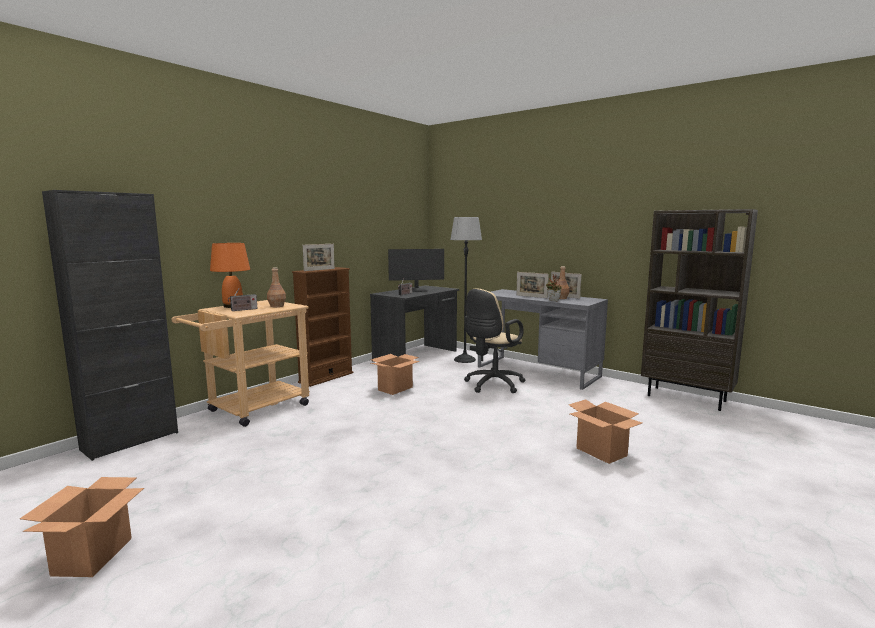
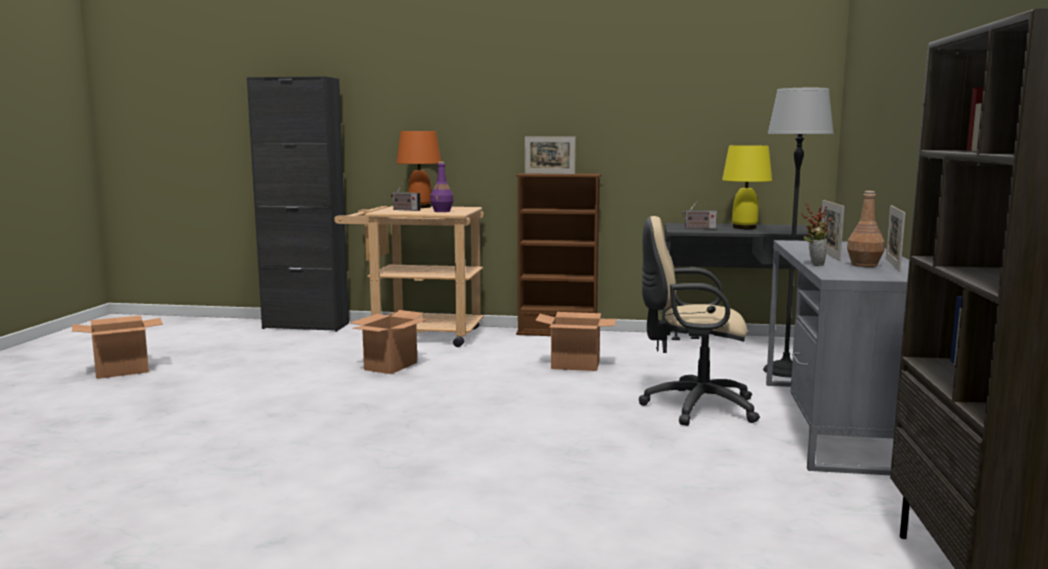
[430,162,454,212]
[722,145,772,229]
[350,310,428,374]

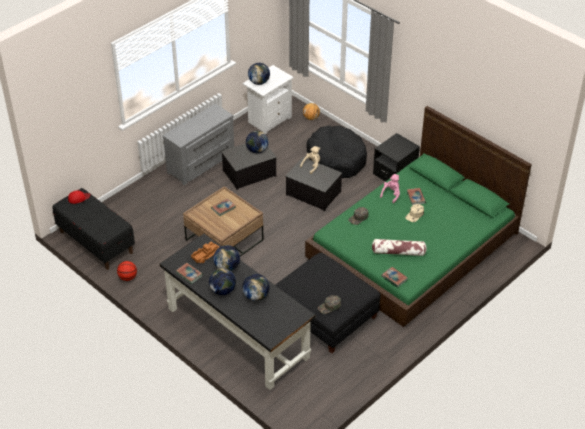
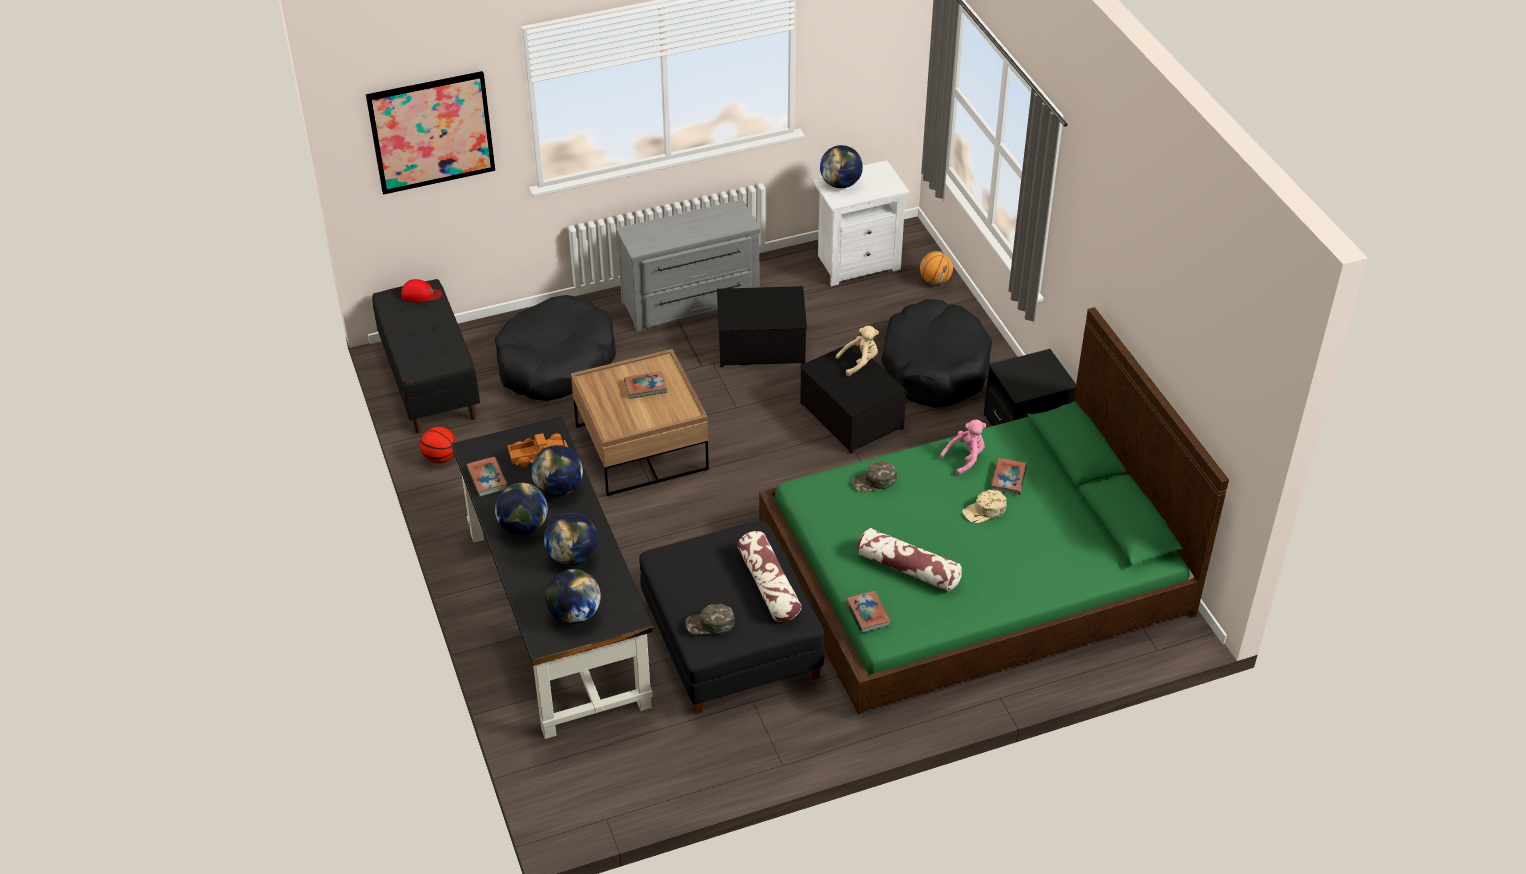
[546,569,601,624]
[366,71,495,195]
[495,295,616,401]
[737,531,802,622]

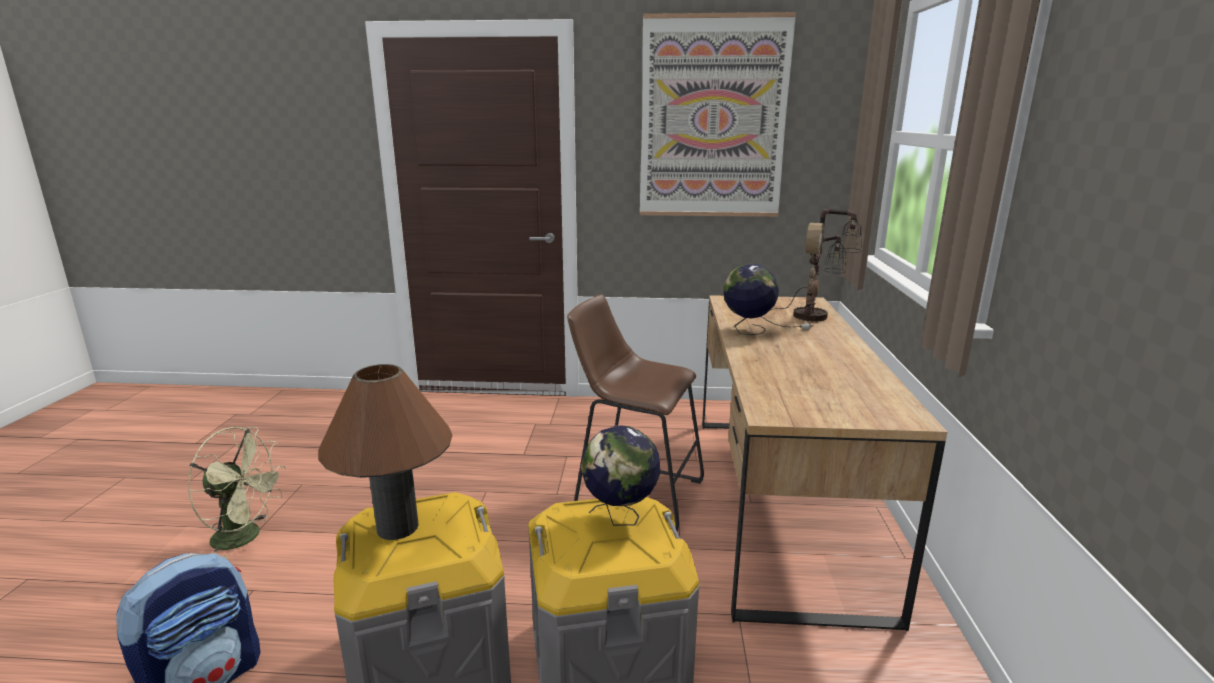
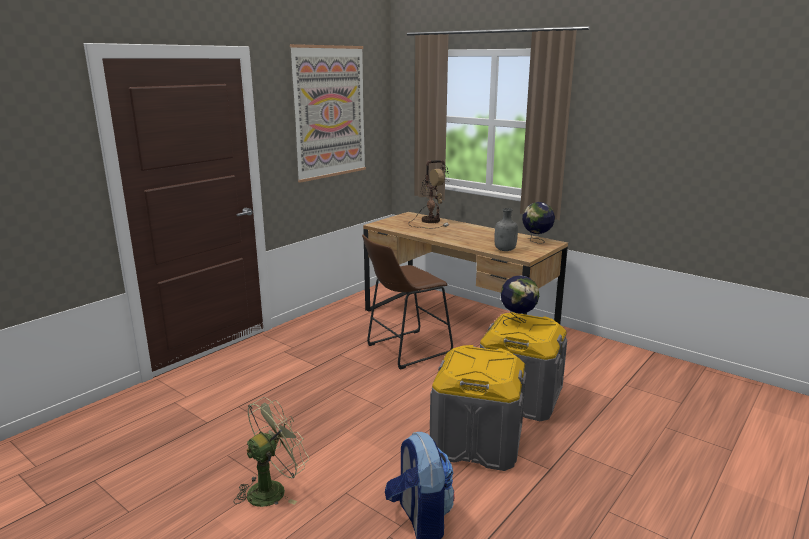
[318,364,452,540] (first image)
[522,202,555,244]
[494,208,518,251]

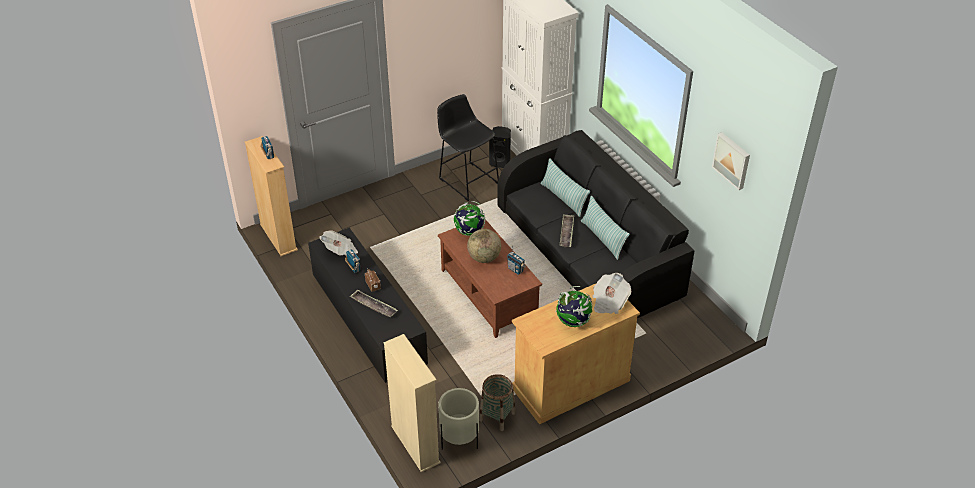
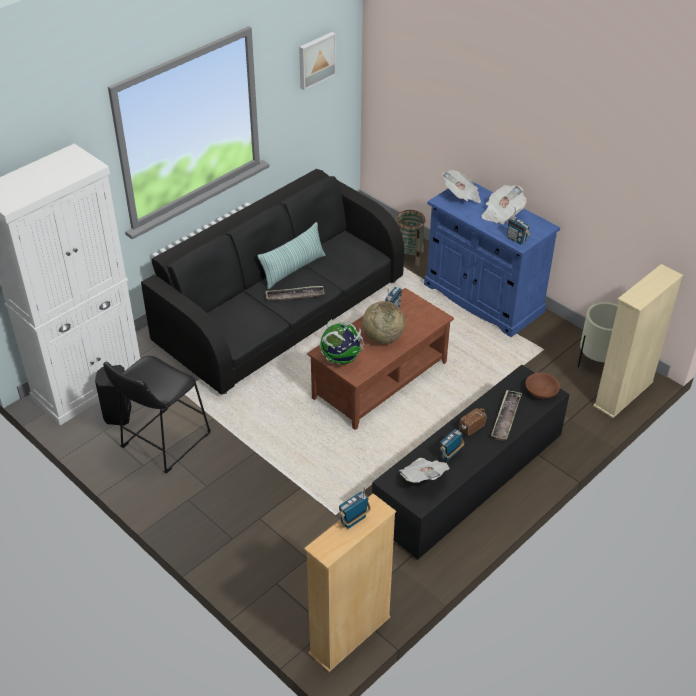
[396,210,425,266]
[424,180,560,337]
[541,158,590,217] (first image)
[481,185,526,224]
[507,207,530,245]
[526,372,560,399]

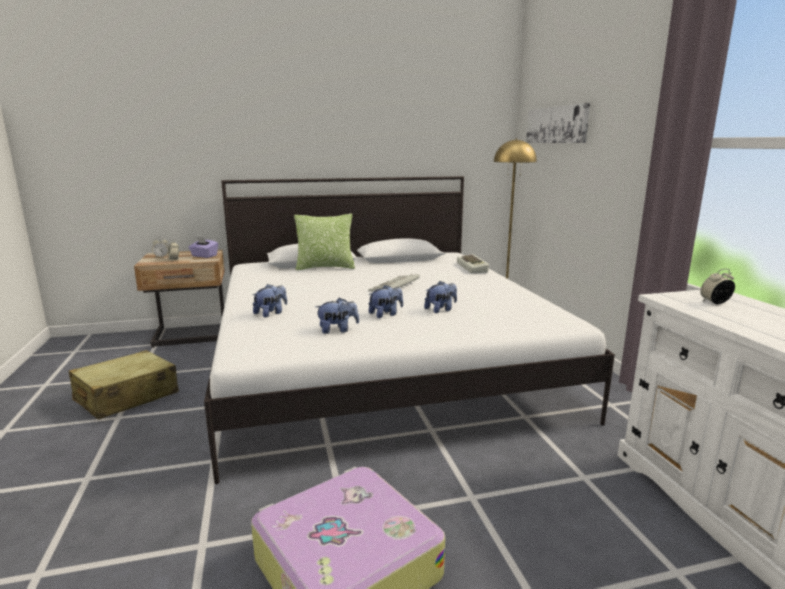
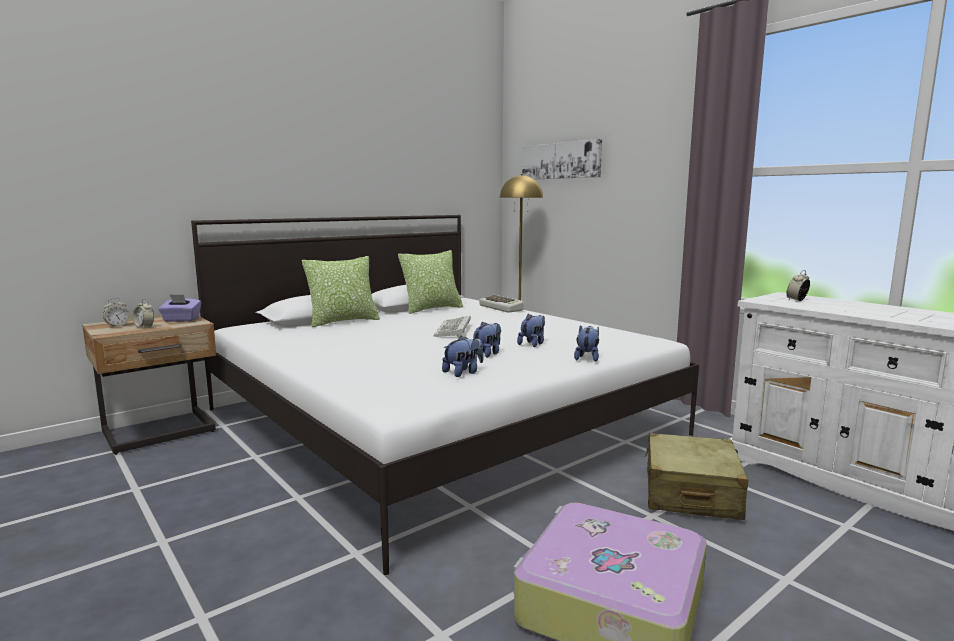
[644,433,749,520]
[574,325,599,362]
[398,250,463,314]

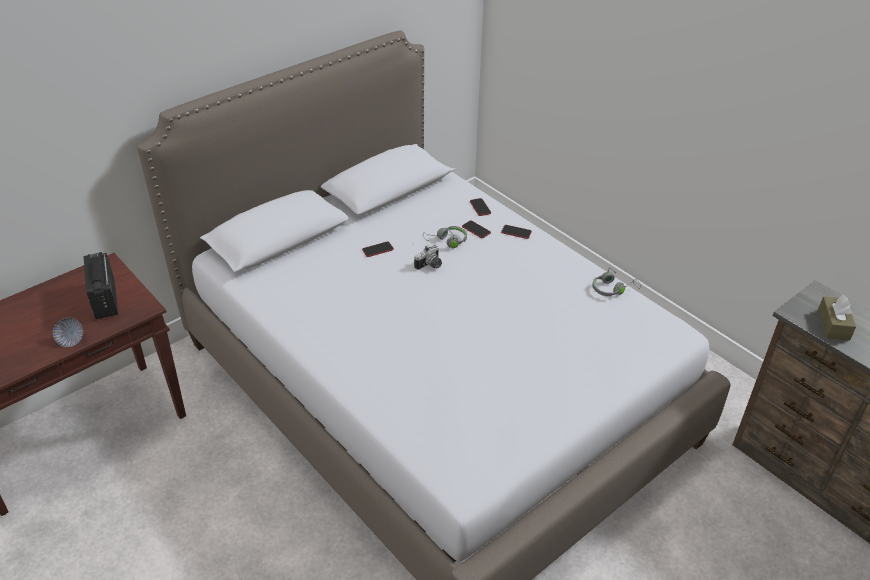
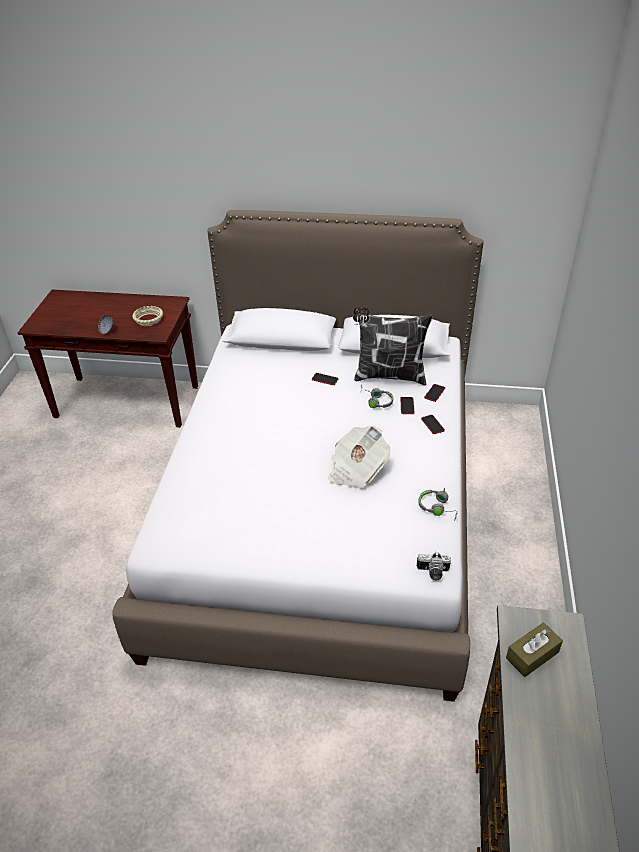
[132,306,163,326]
[417,552,451,580]
[329,426,390,489]
[353,306,432,386]

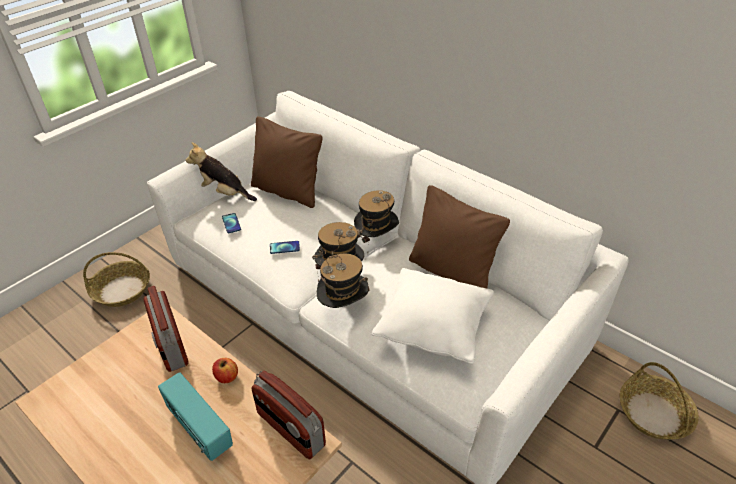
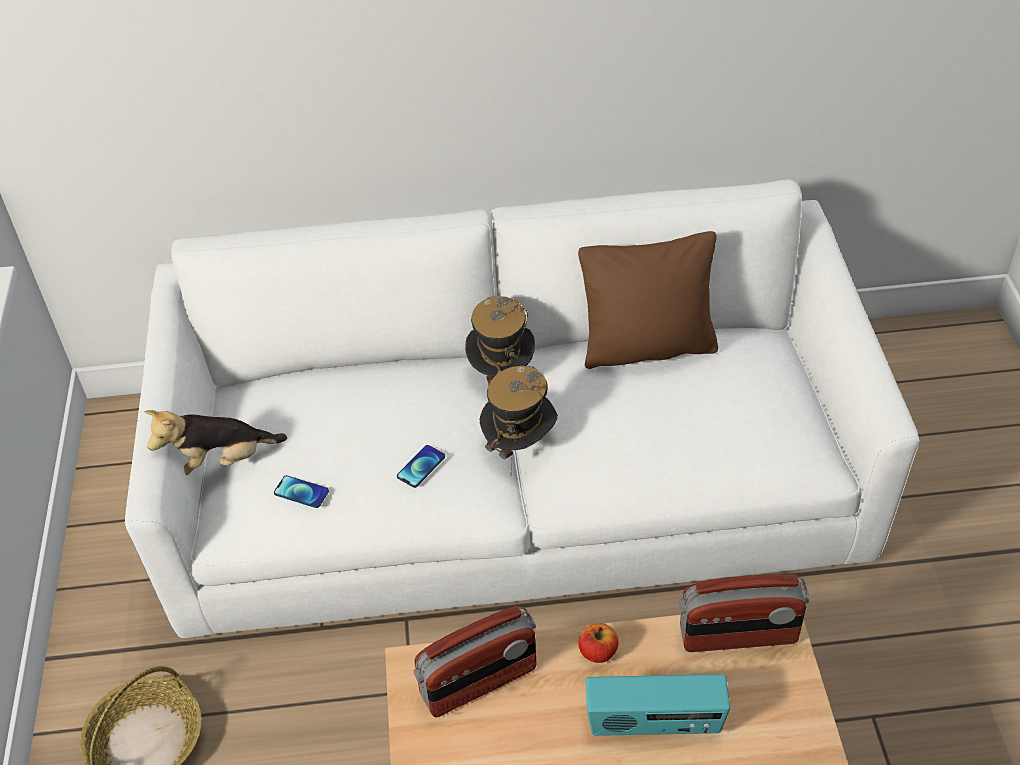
[413,606,536,717]
[251,116,323,208] (first image)
[317,251,370,308] (first image)
[372,268,494,364] (first image)
[620,362,699,439] (first image)

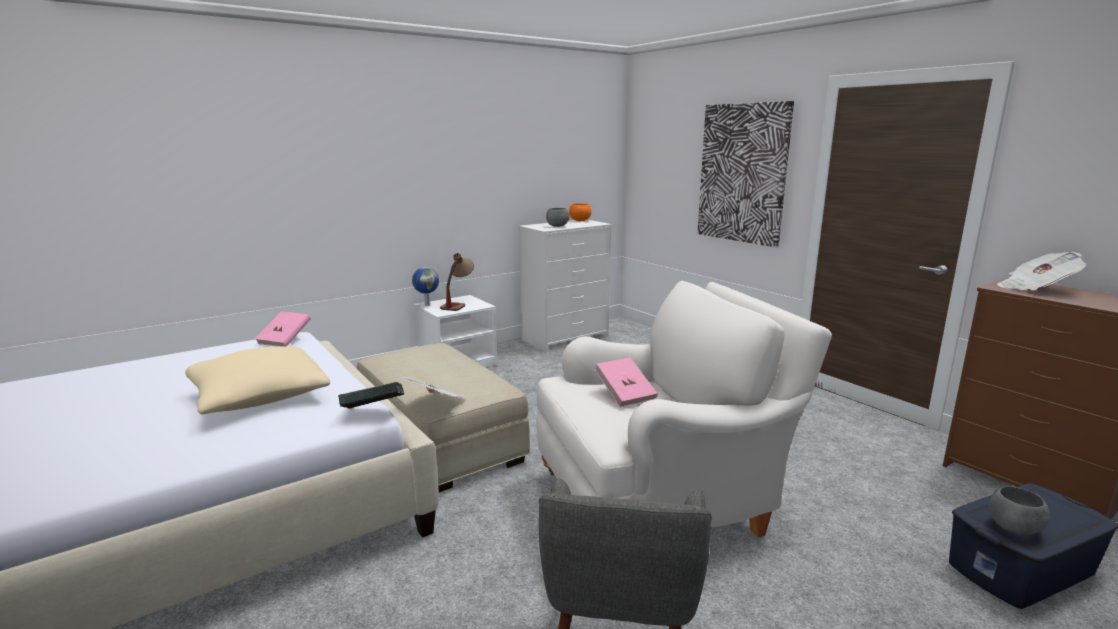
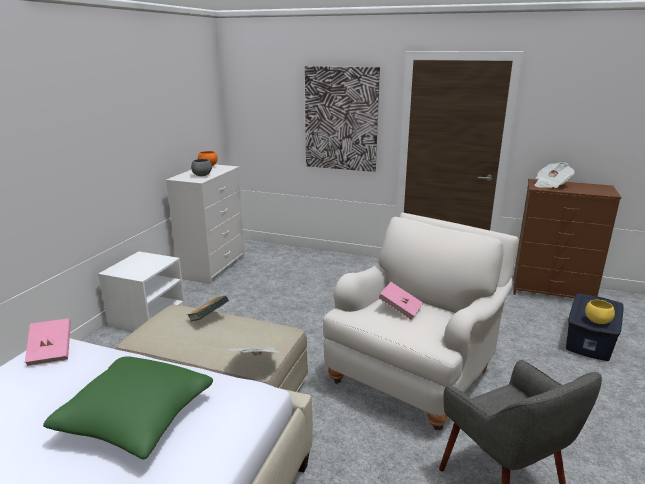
[43,356,213,459]
[187,295,229,322]
[412,267,439,306] (first image)
[440,253,474,311] (first image)
[585,300,615,324]

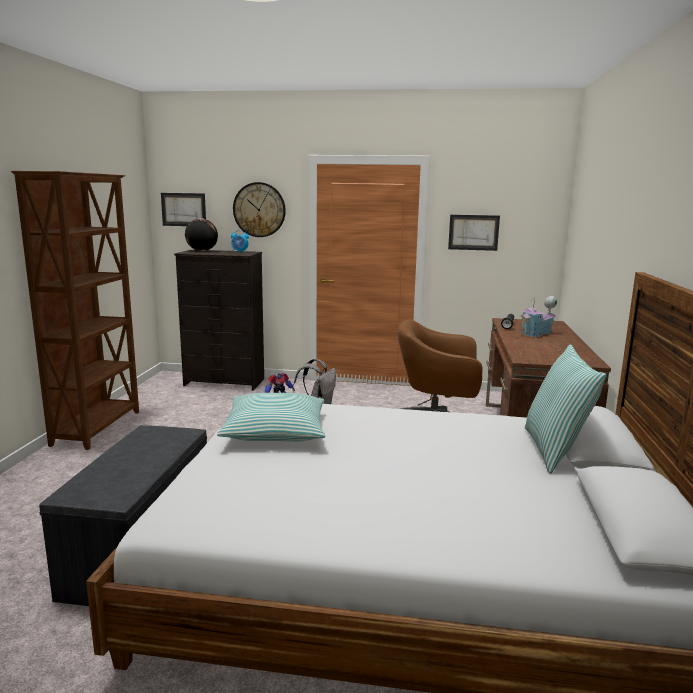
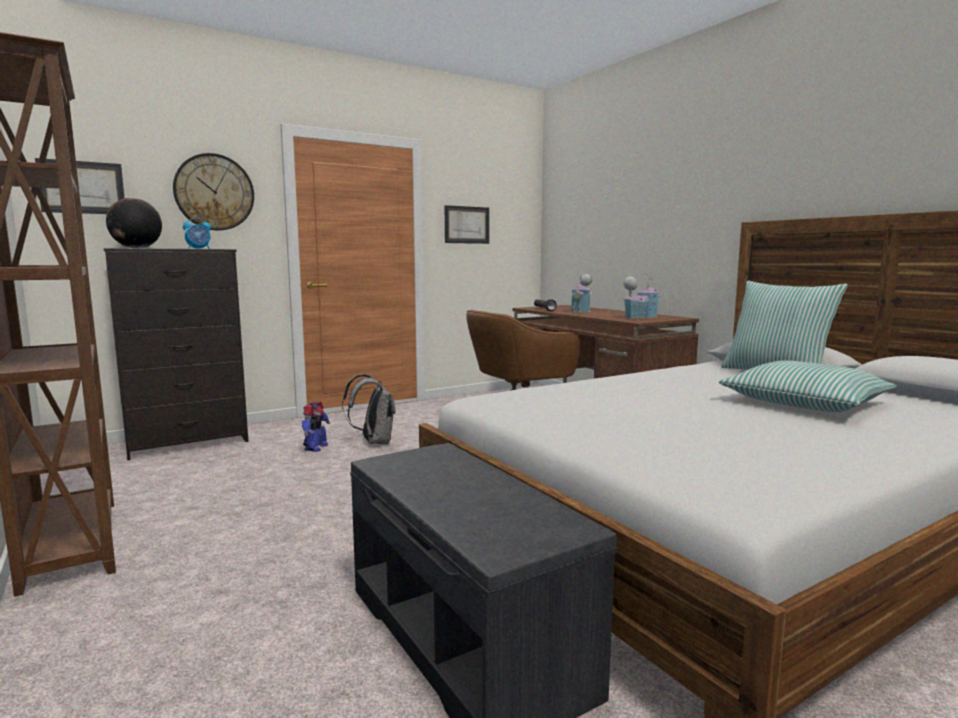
[719,360,897,412]
[622,274,661,319]

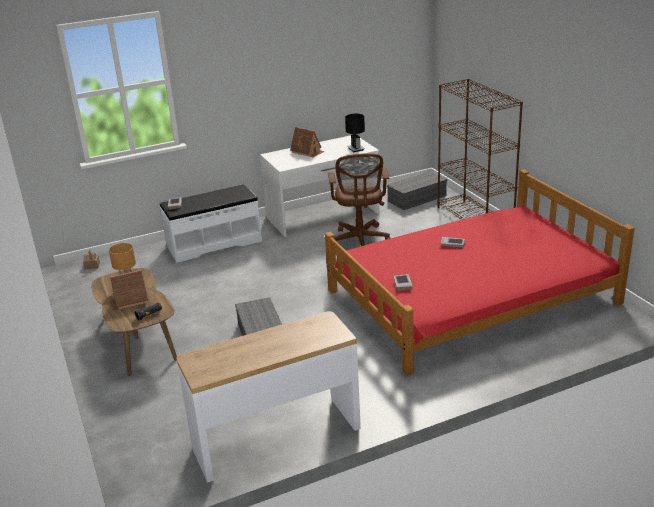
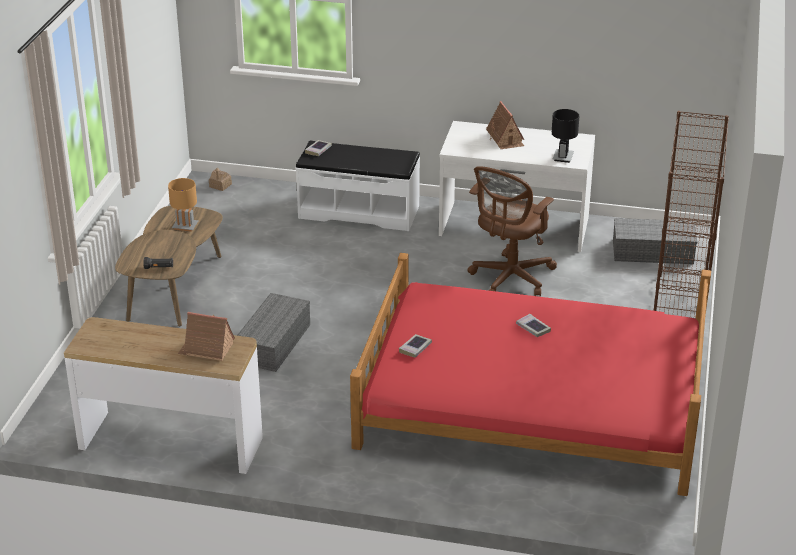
[178,312,235,361]

